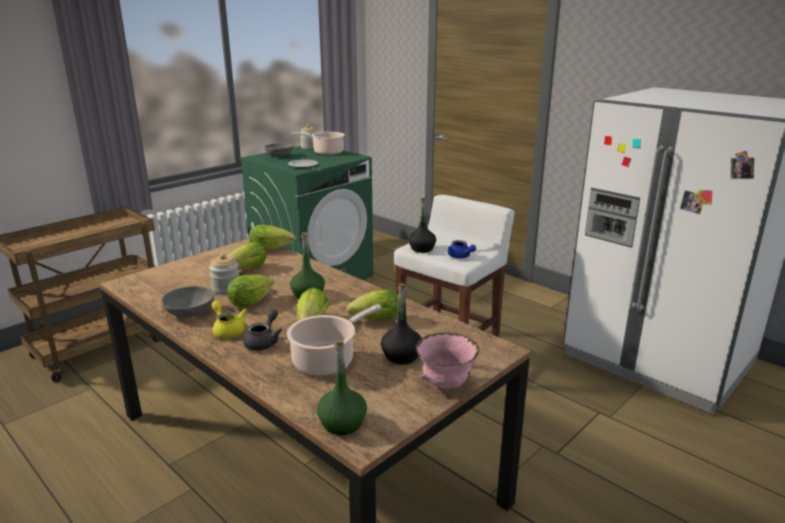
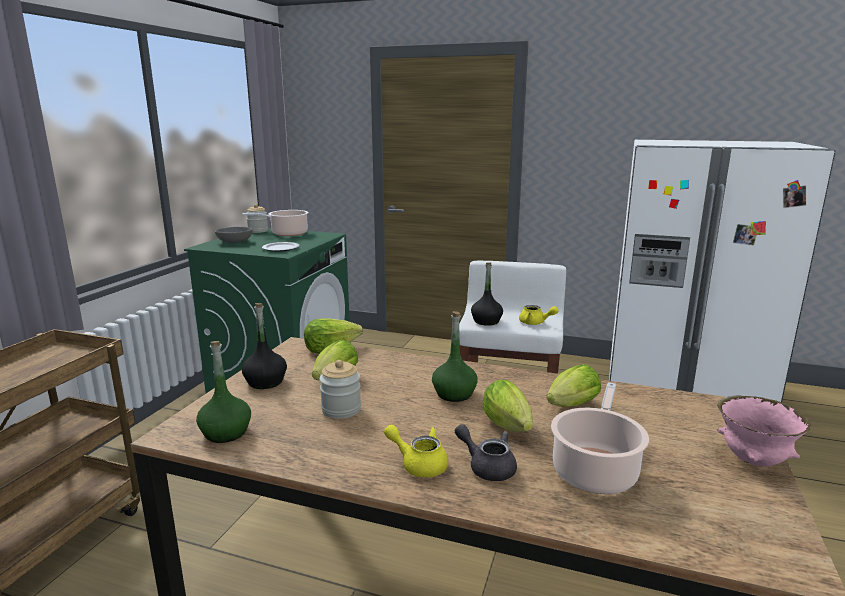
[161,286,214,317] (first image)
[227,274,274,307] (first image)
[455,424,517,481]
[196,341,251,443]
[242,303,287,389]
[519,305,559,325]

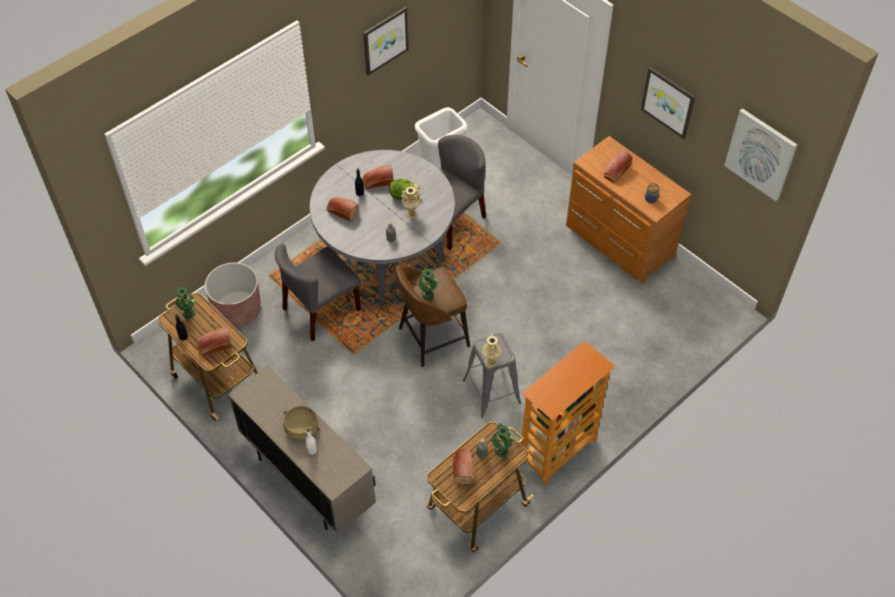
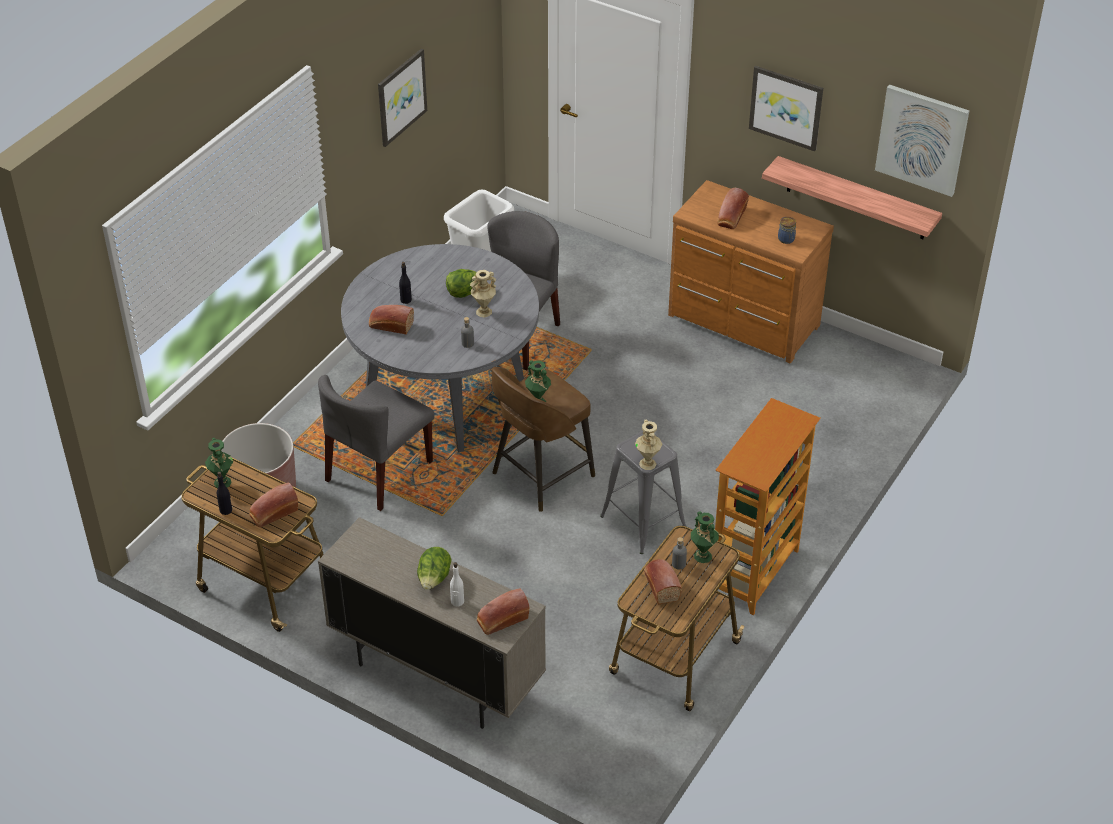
[417,547,451,590]
[477,588,529,635]
[762,156,942,239]

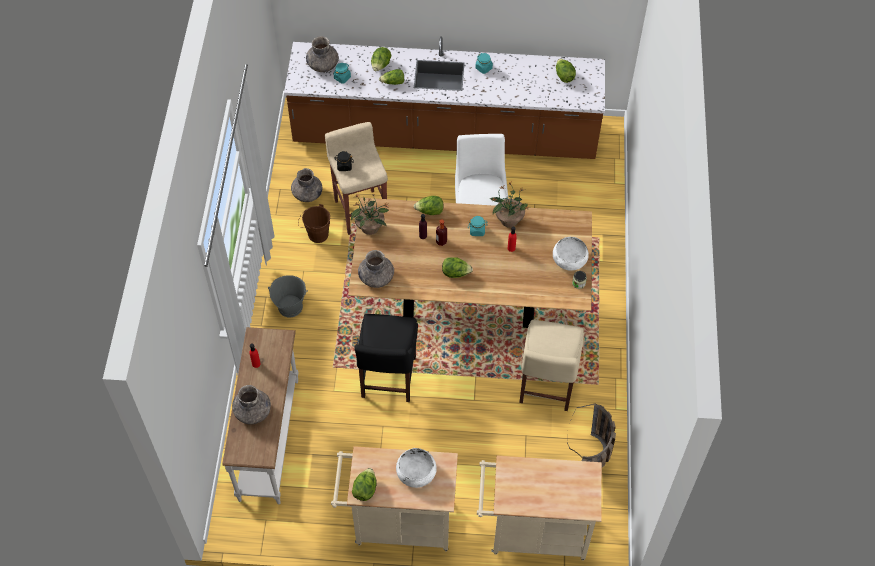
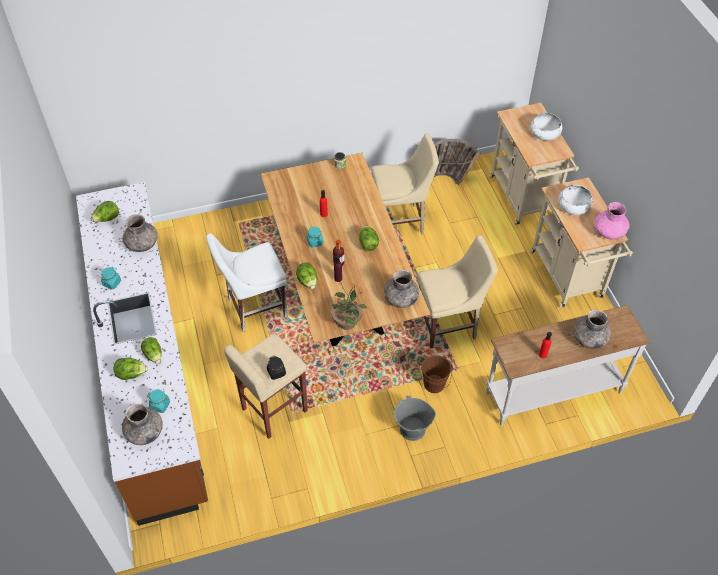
[122,214,158,252]
[420,355,453,393]
[594,202,629,240]
[417,235,498,349]
[490,182,531,228] (first image)
[530,113,562,141]

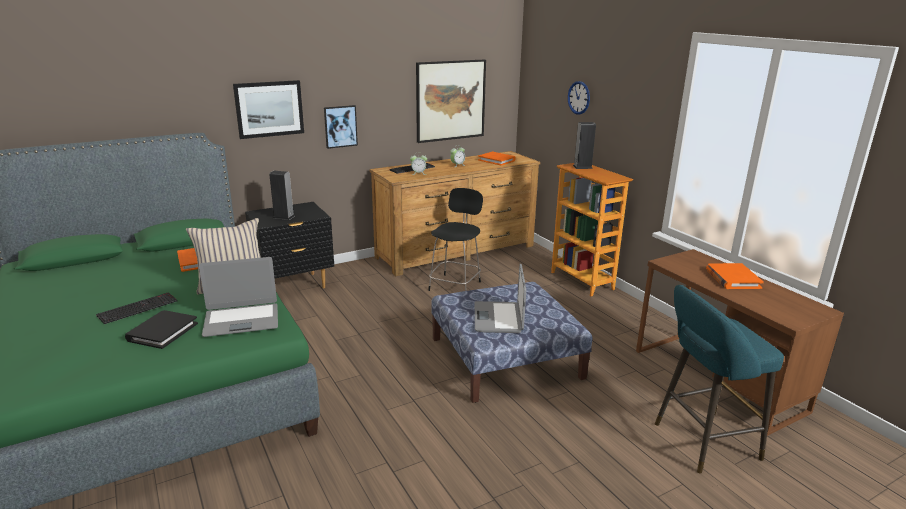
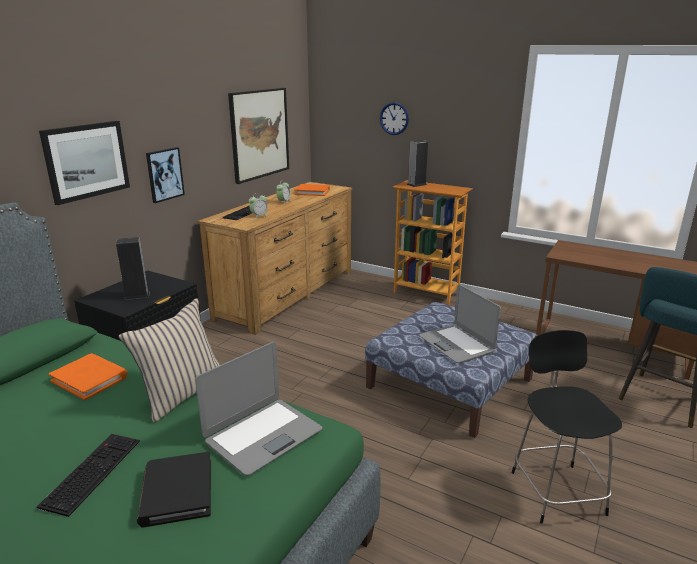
[512,330,622,524]
[706,263,764,289] (first image)

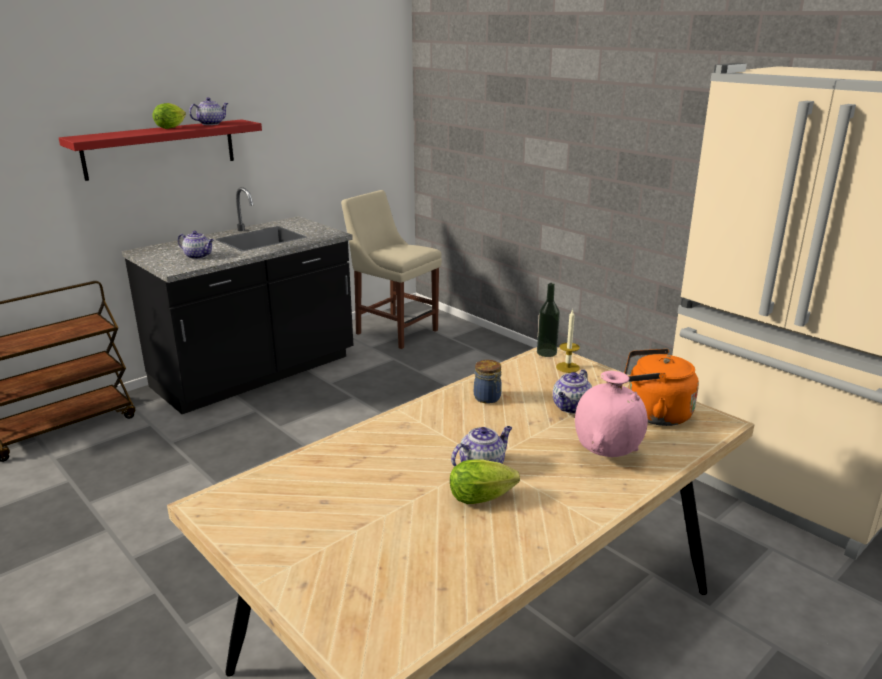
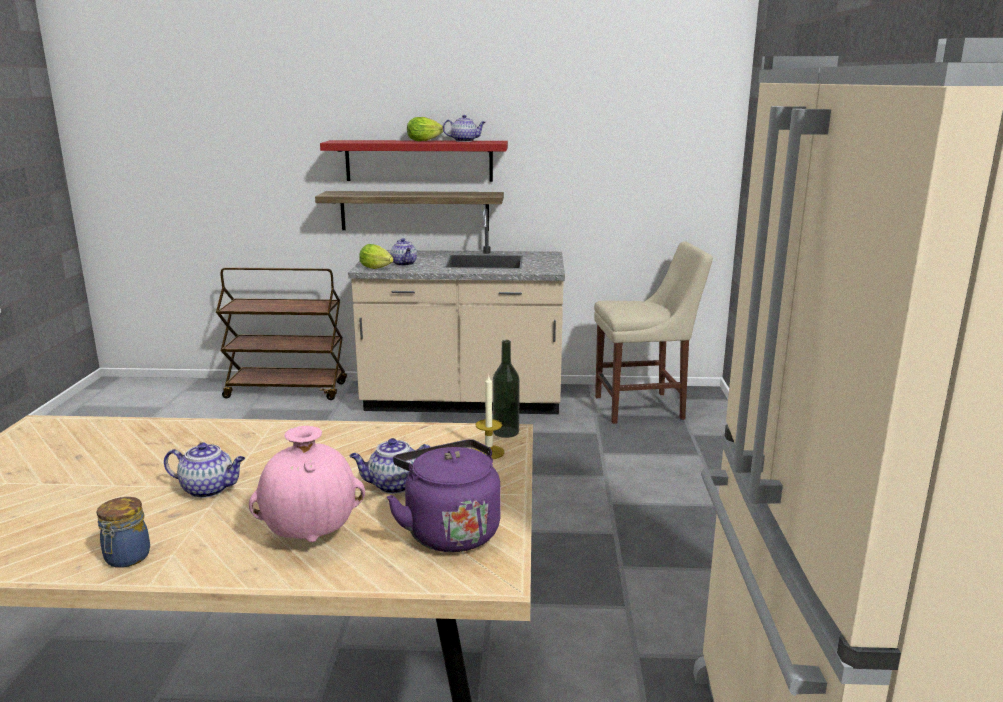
[348,208,565,414]
[594,241,713,424]
[359,244,393,269]
[97,497,150,568]
[387,439,501,552]
[315,191,504,230]

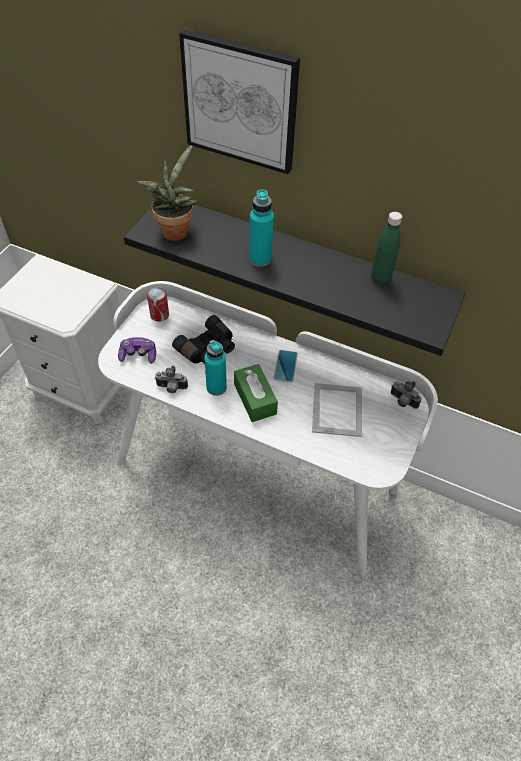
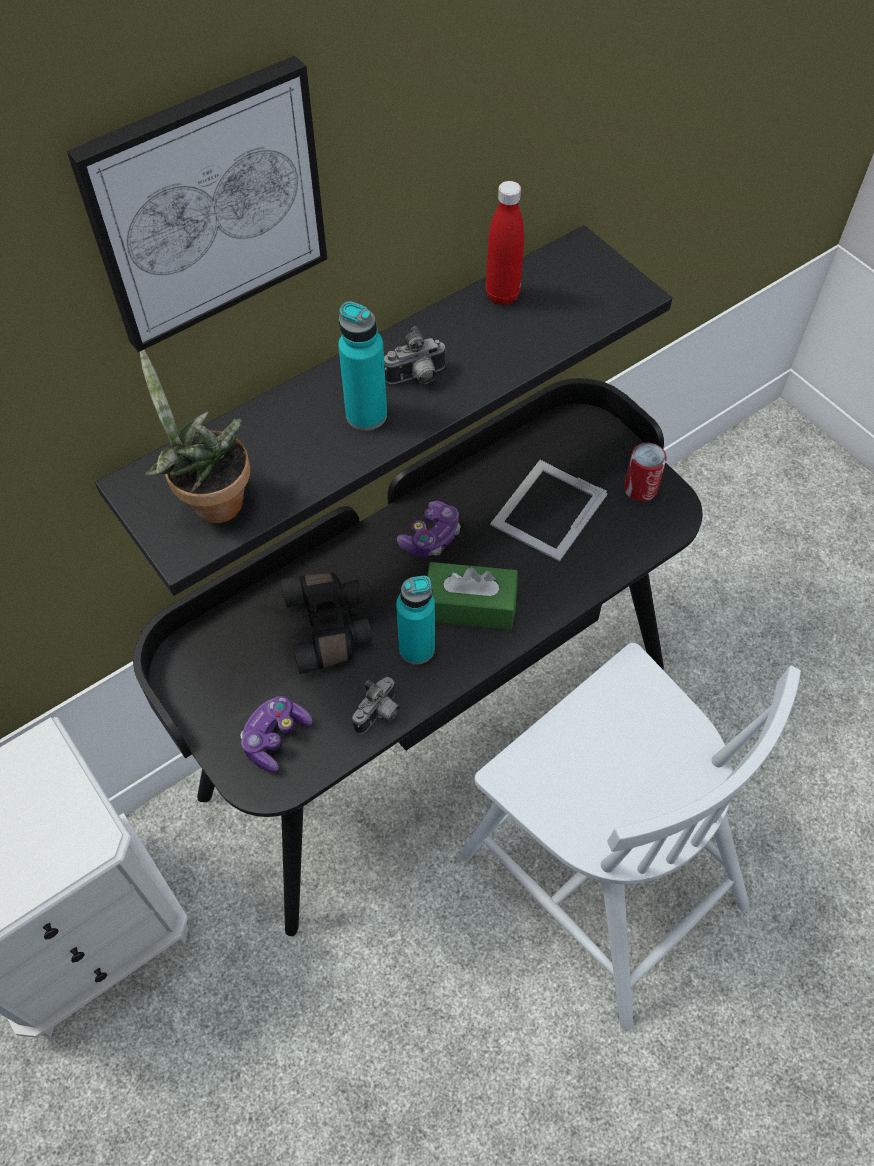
[133,378,703,936]
[624,443,667,502]
[397,501,461,557]
[490,460,608,562]
[486,181,524,305]
[384,326,447,384]
[460,643,801,1031]

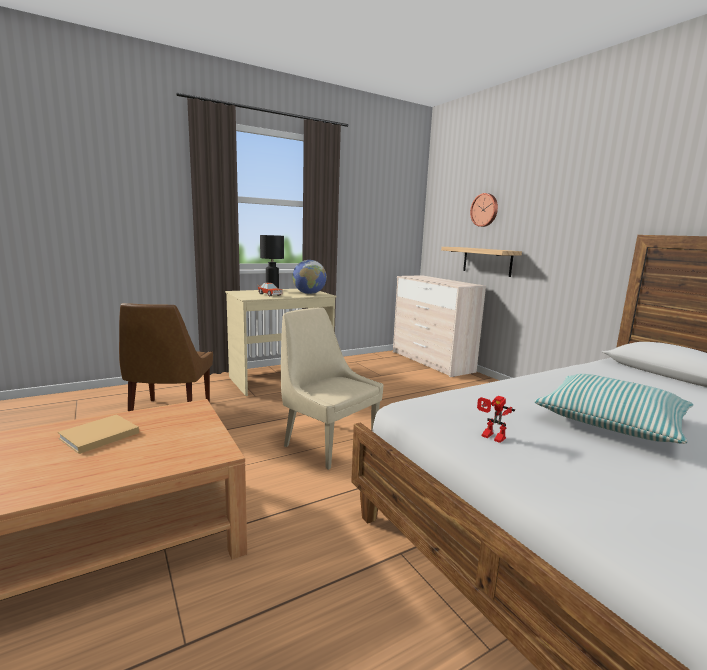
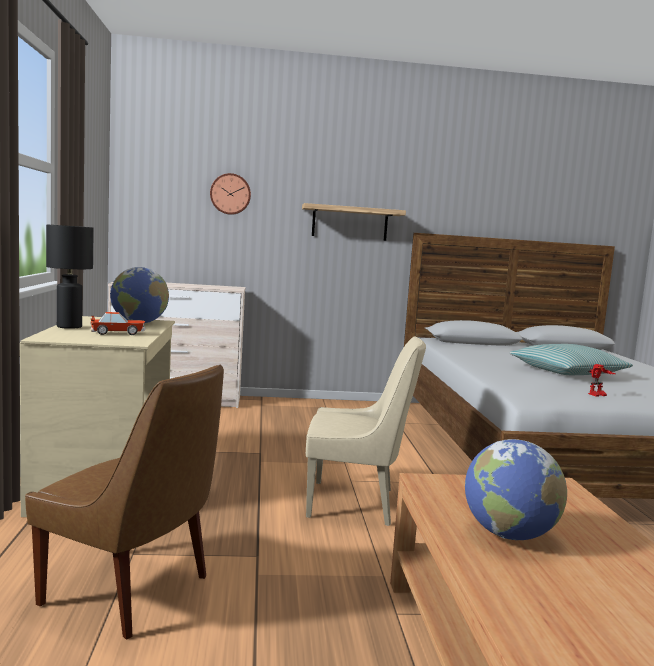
[465,439,567,540]
[306,336,426,526]
[302,203,406,241]

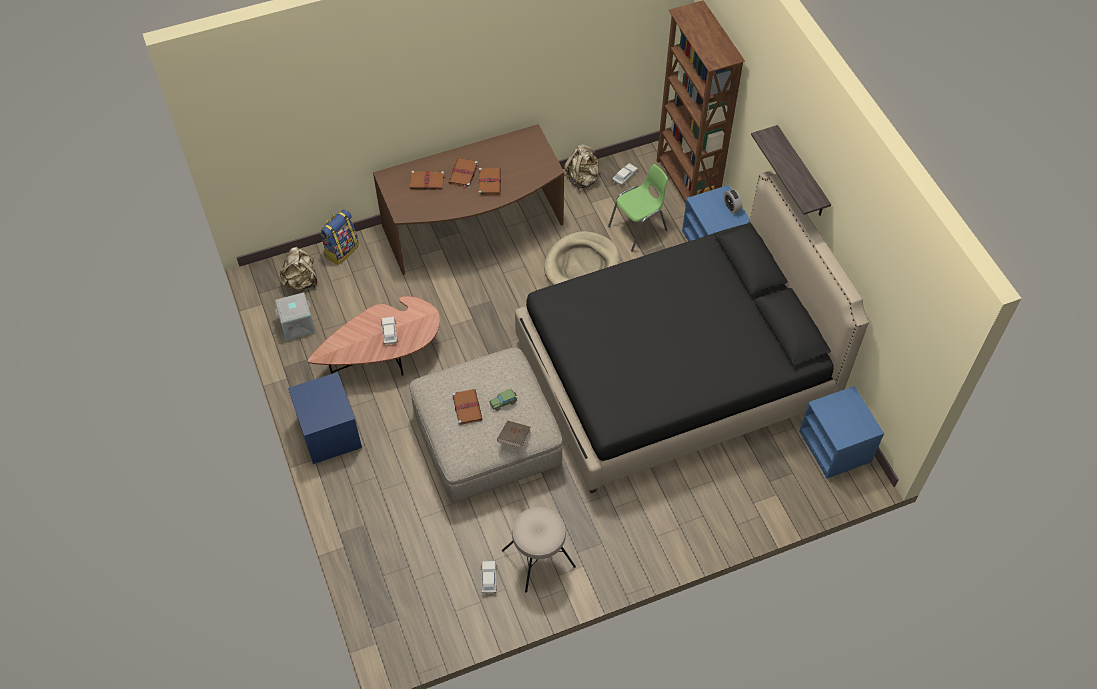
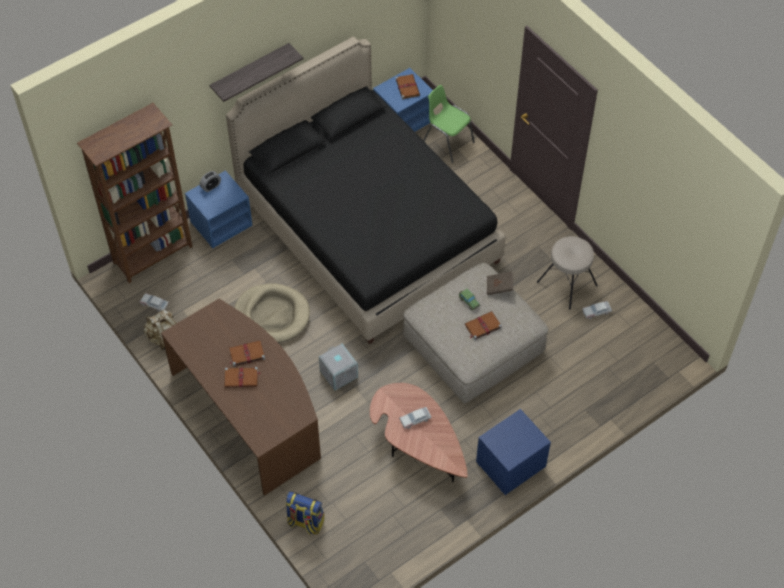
[319,343,358,391]
[280,247,318,291] (first image)
[395,74,420,99]
[423,85,475,163]

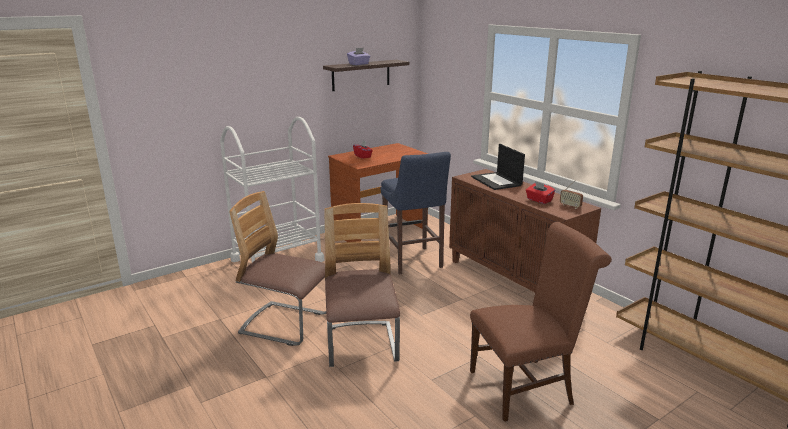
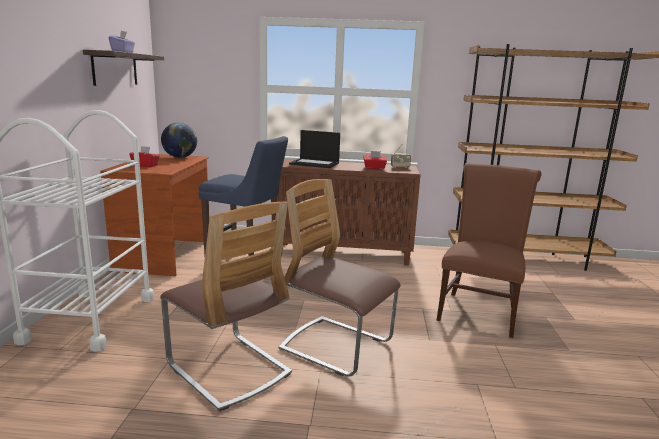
[160,201,292,411]
[161,123,197,158]

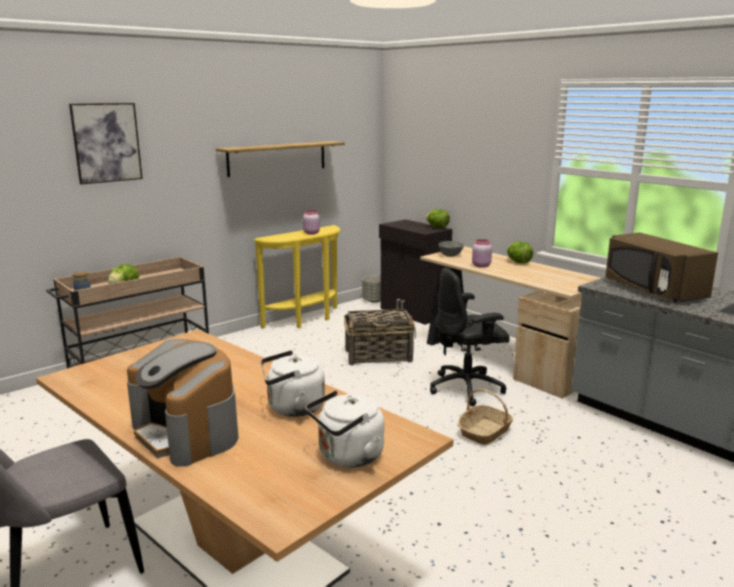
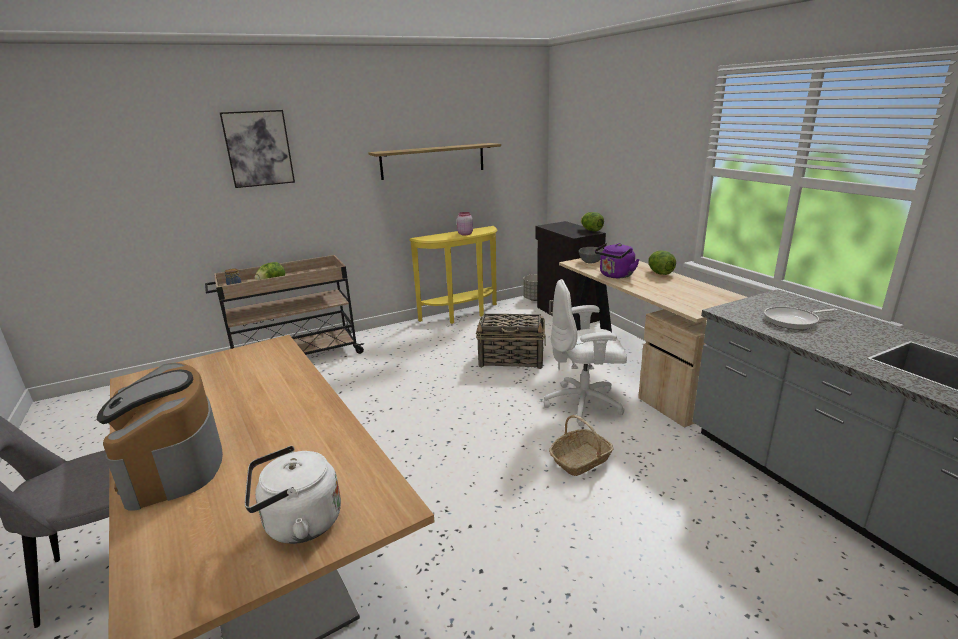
[261,350,325,417] (first image)
[544,279,627,427]
[595,243,640,278]
[764,306,837,330]

